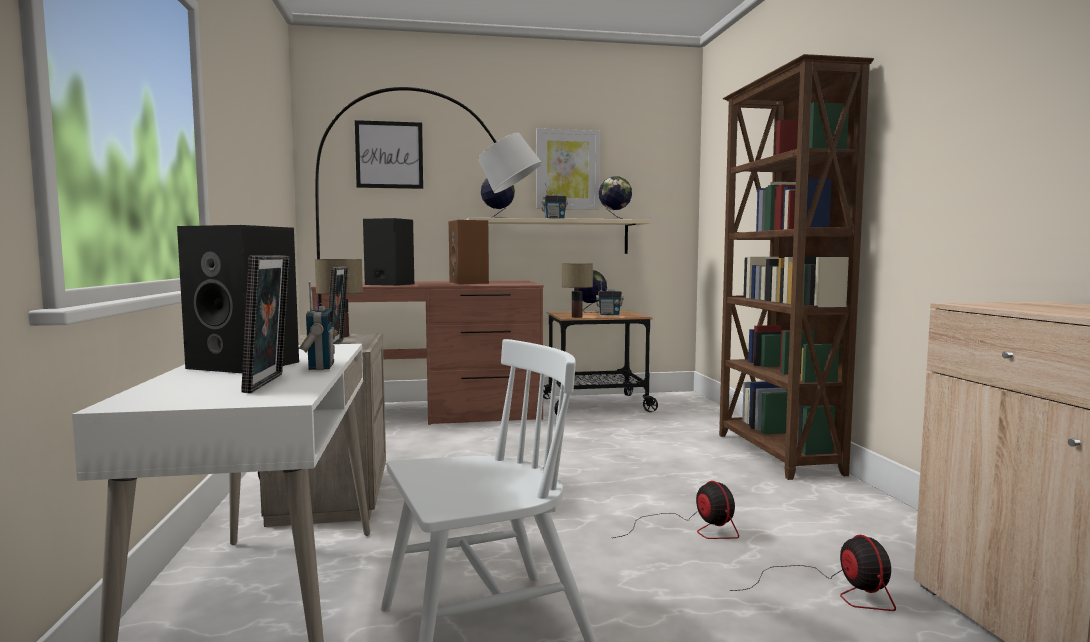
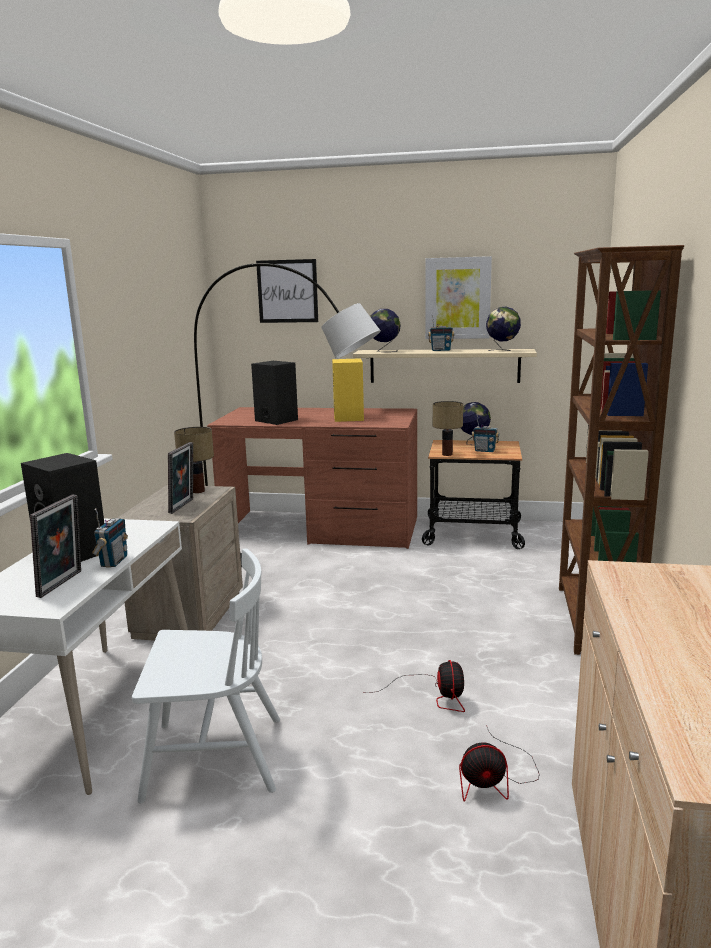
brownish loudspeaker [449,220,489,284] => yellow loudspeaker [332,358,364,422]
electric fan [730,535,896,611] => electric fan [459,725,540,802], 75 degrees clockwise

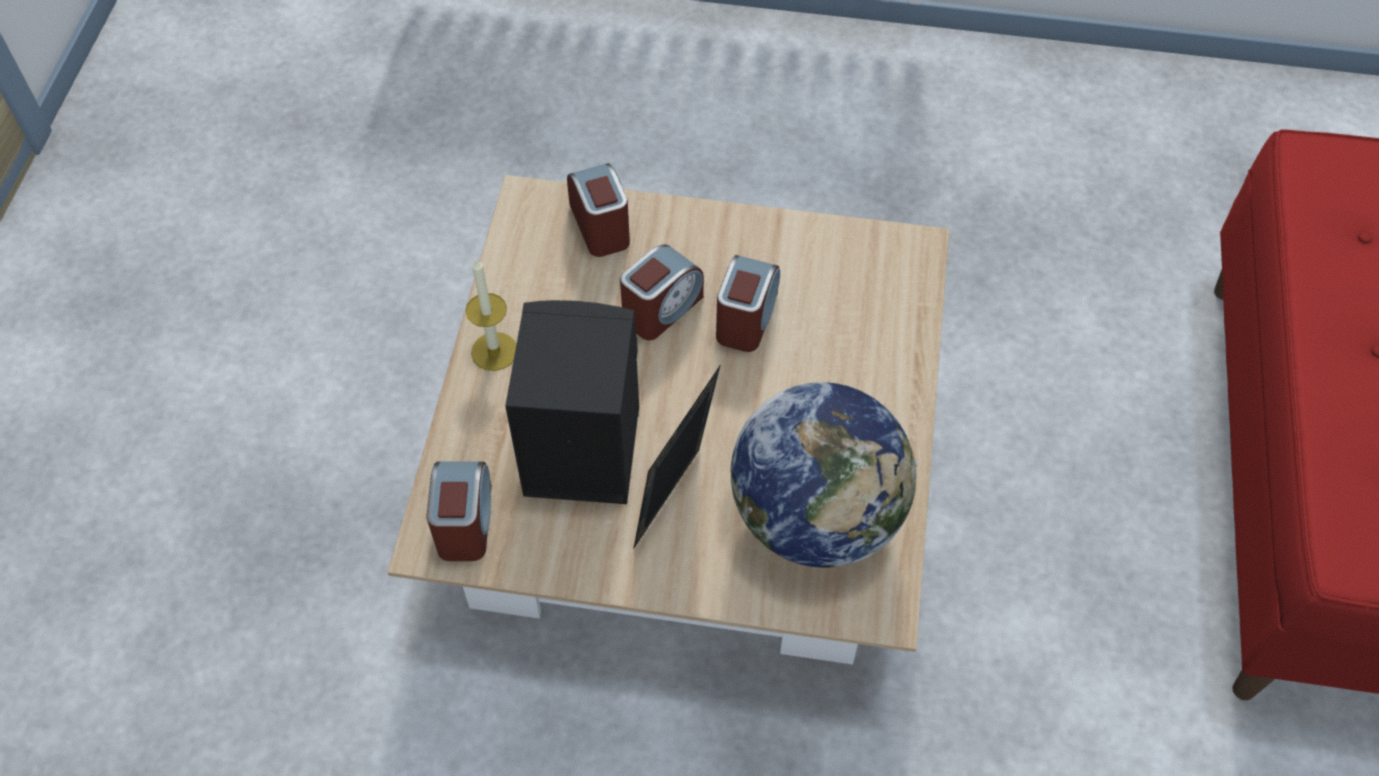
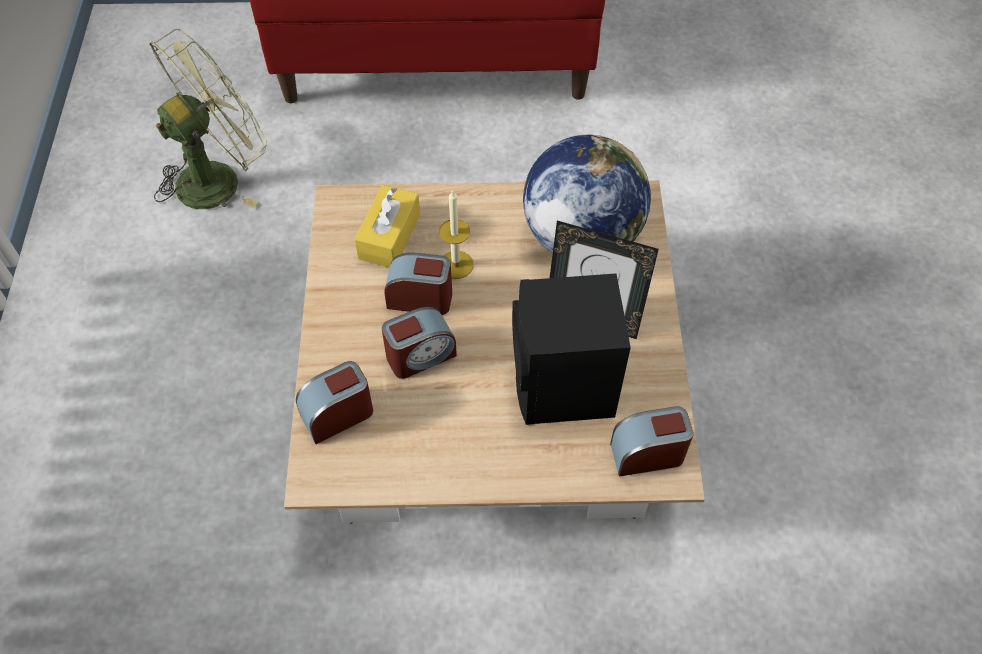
nothing => greenish electric fan [149,29,267,209]
nothing => yellow tissue holder [354,185,420,268]
bedside clock [620,244,704,340] => bedside clock [382,307,457,379], 120 degrees clockwise
candle [465,259,516,371] => candle [439,190,474,279], move

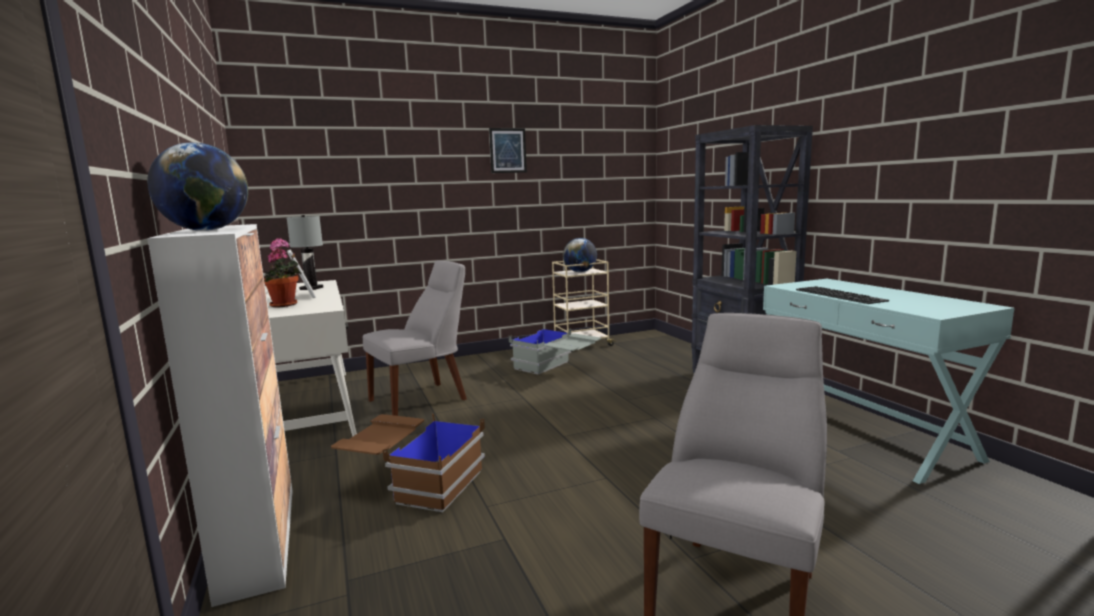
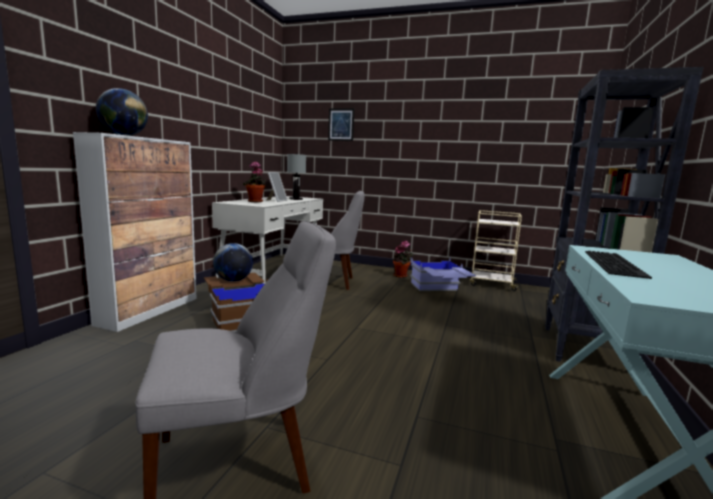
world globe [563,238,597,272] => world globe [213,243,253,282], move
wall picture [489,128,527,173] => wall picture [328,108,354,141], move
nothing => plant in a pot [393,241,414,278]
greyish storage bin [509,325,601,375] => bluish storage bin [410,257,476,291]

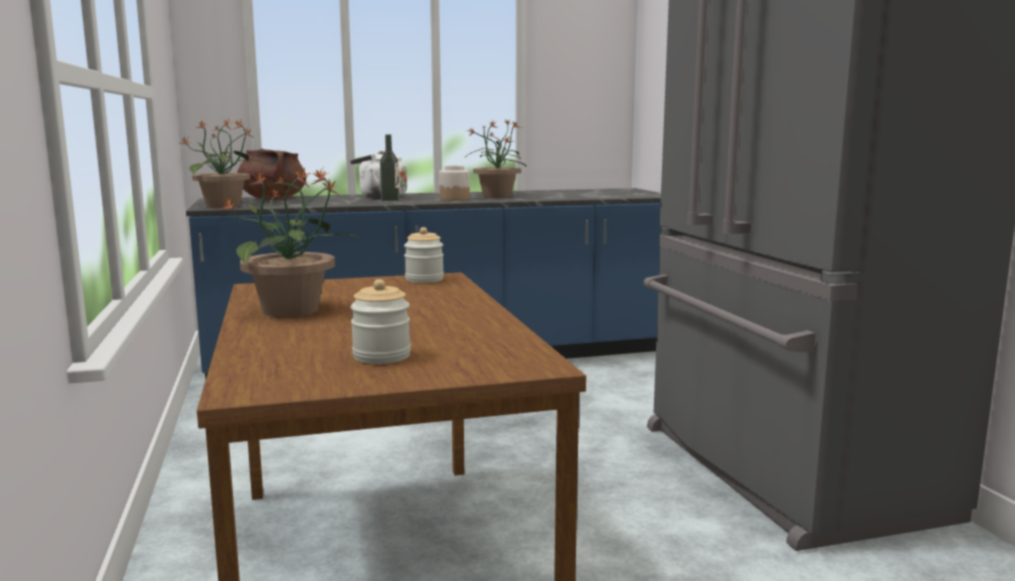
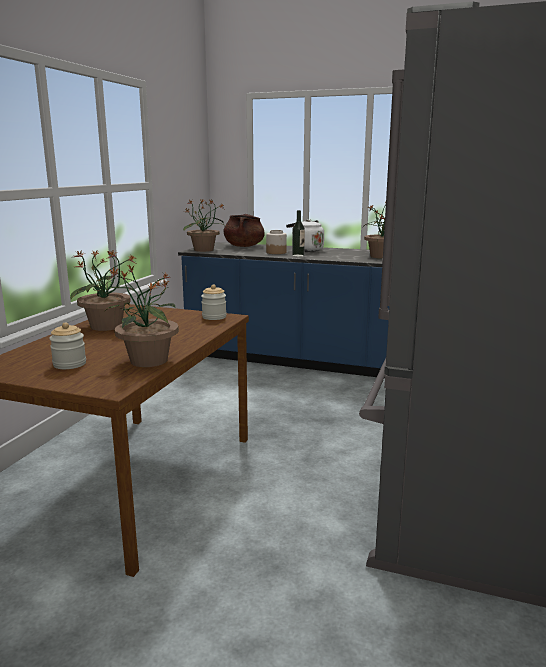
nothing => plant in a pot [104,264,179,367]
jar [439,166,470,201] => jar [266,230,287,254], move

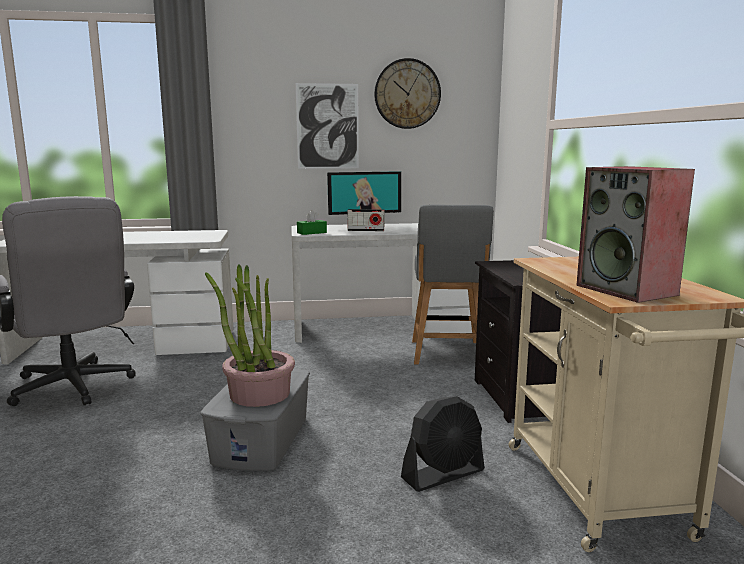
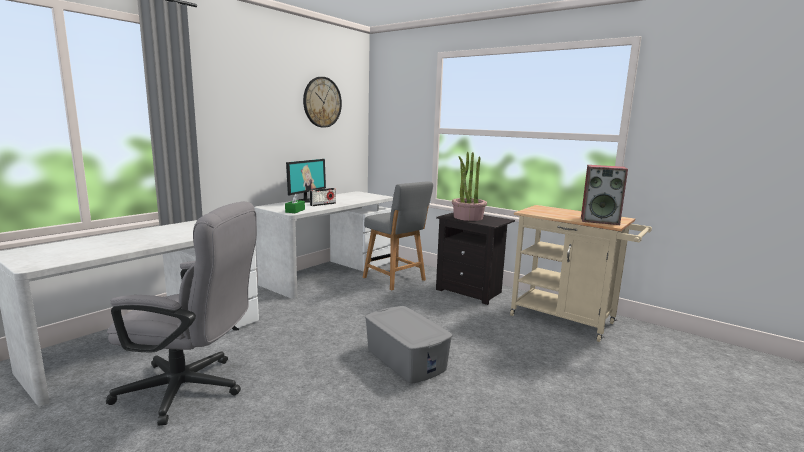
plant in a pot [205,264,295,407] => plant in a pot [452,152,487,221], move
wall picture [296,83,359,169] => nothing
black electric fan [401,396,485,492] => nothing

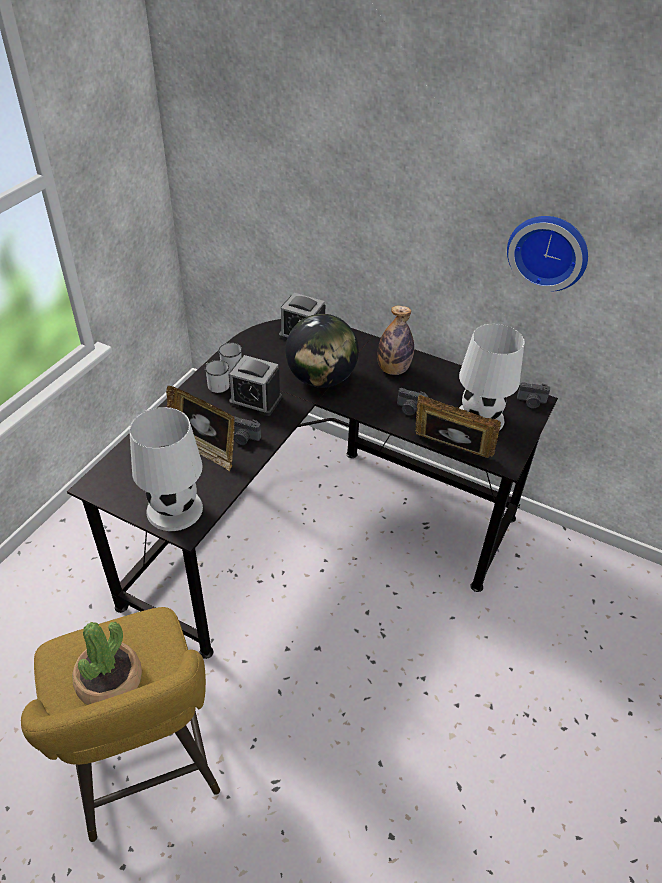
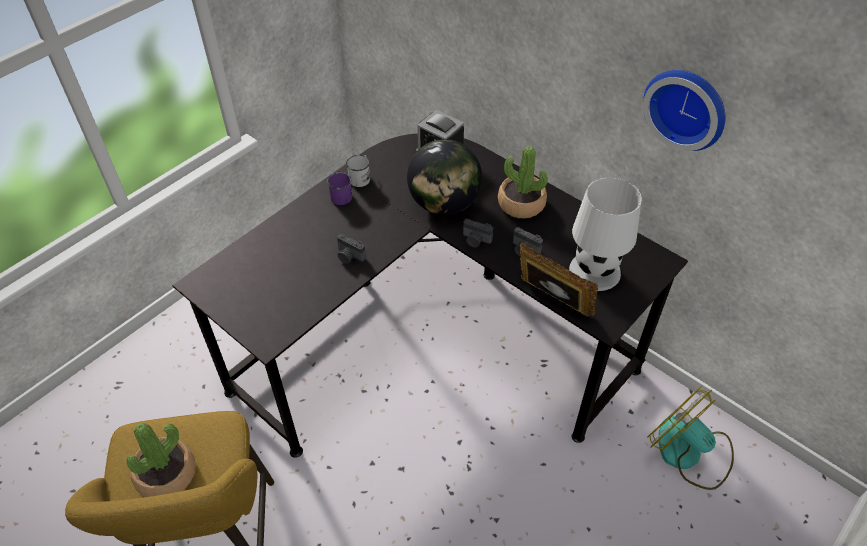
white-coloured tea mug [205,360,230,393] => purple-coloured tea mug [327,172,352,205]
photo camera [517,382,550,408] => photo camera [463,219,493,248], move
drink bottle [377,306,414,375] => plant in a pot [498,146,548,218]
nothing => electric fan [647,386,734,490]
white-coloured table lamp [129,407,203,531] => nothing
standing frame [166,386,235,471] => nothing
bedside clock [229,355,282,416] => nothing

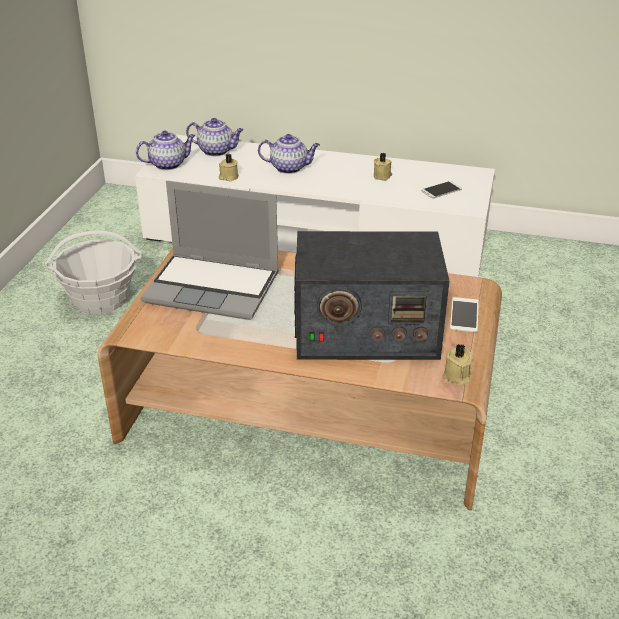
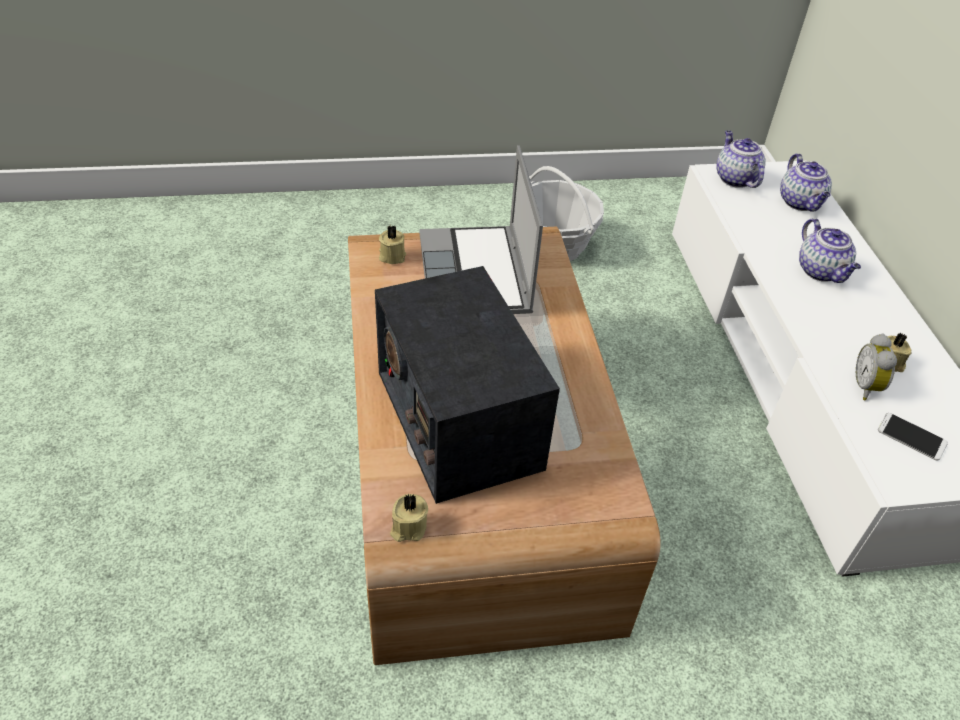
sand-coloured candle [219,154,239,182] => sand-coloured candle [379,225,406,264], move
teapot [136,131,195,170] => teapot [716,131,765,188], 150 degrees counterclockwise
nothing => bedside clock [855,334,897,401]
handset [450,297,479,332] => nothing

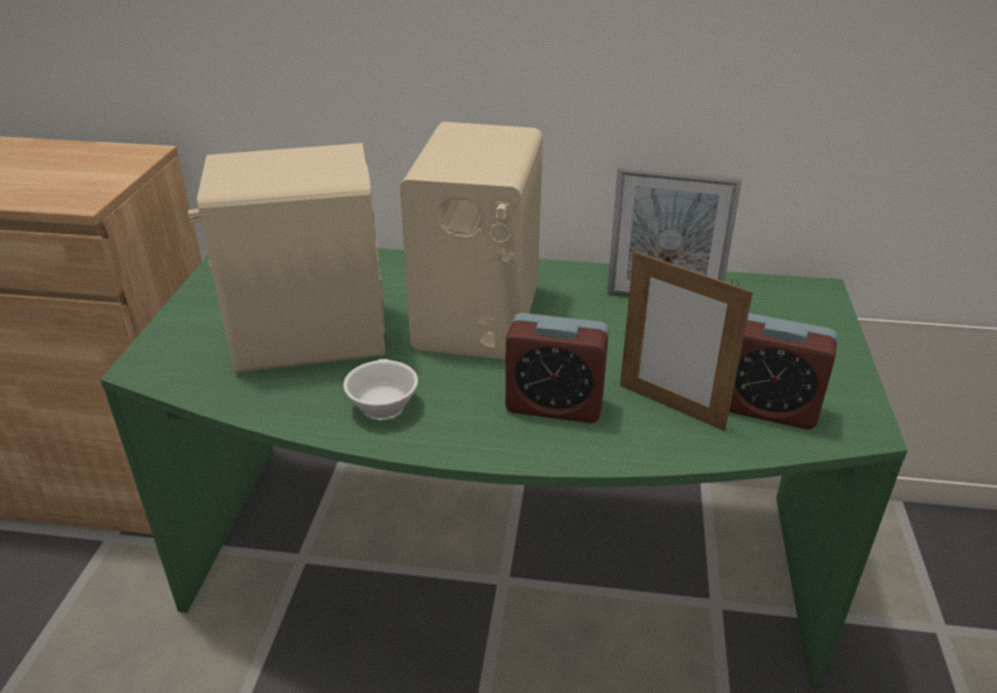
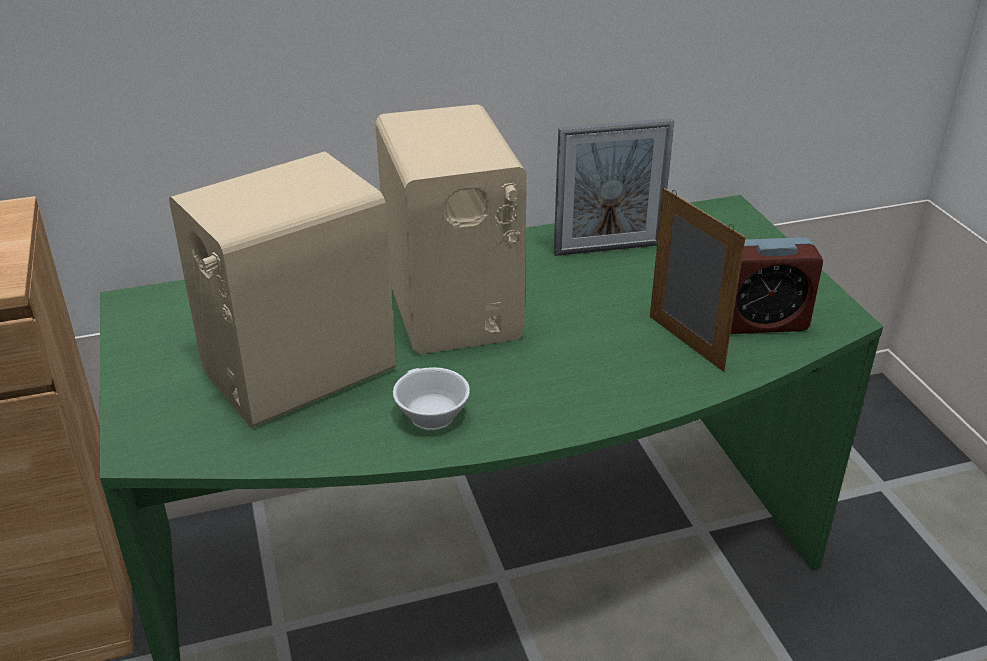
standing frame [620,251,753,431] => standing frame [650,188,746,371], 135 degrees counterclockwise
bedside clock [505,313,609,423] => nothing

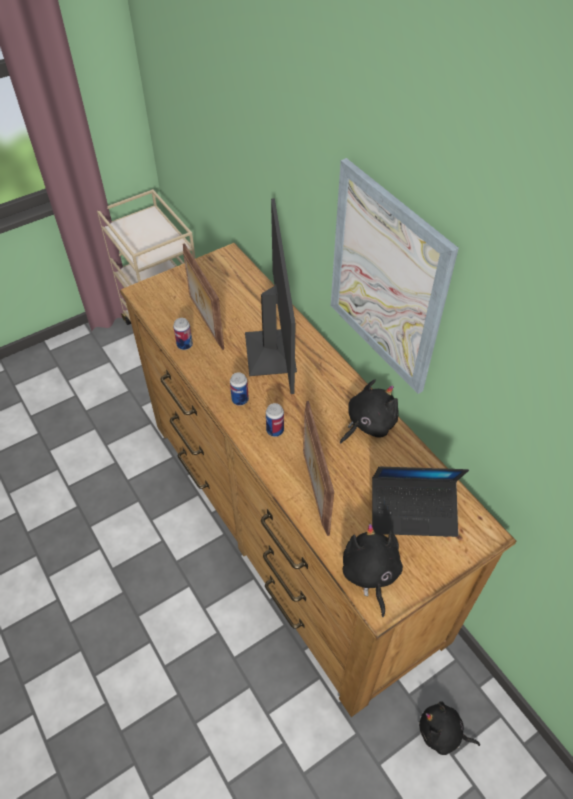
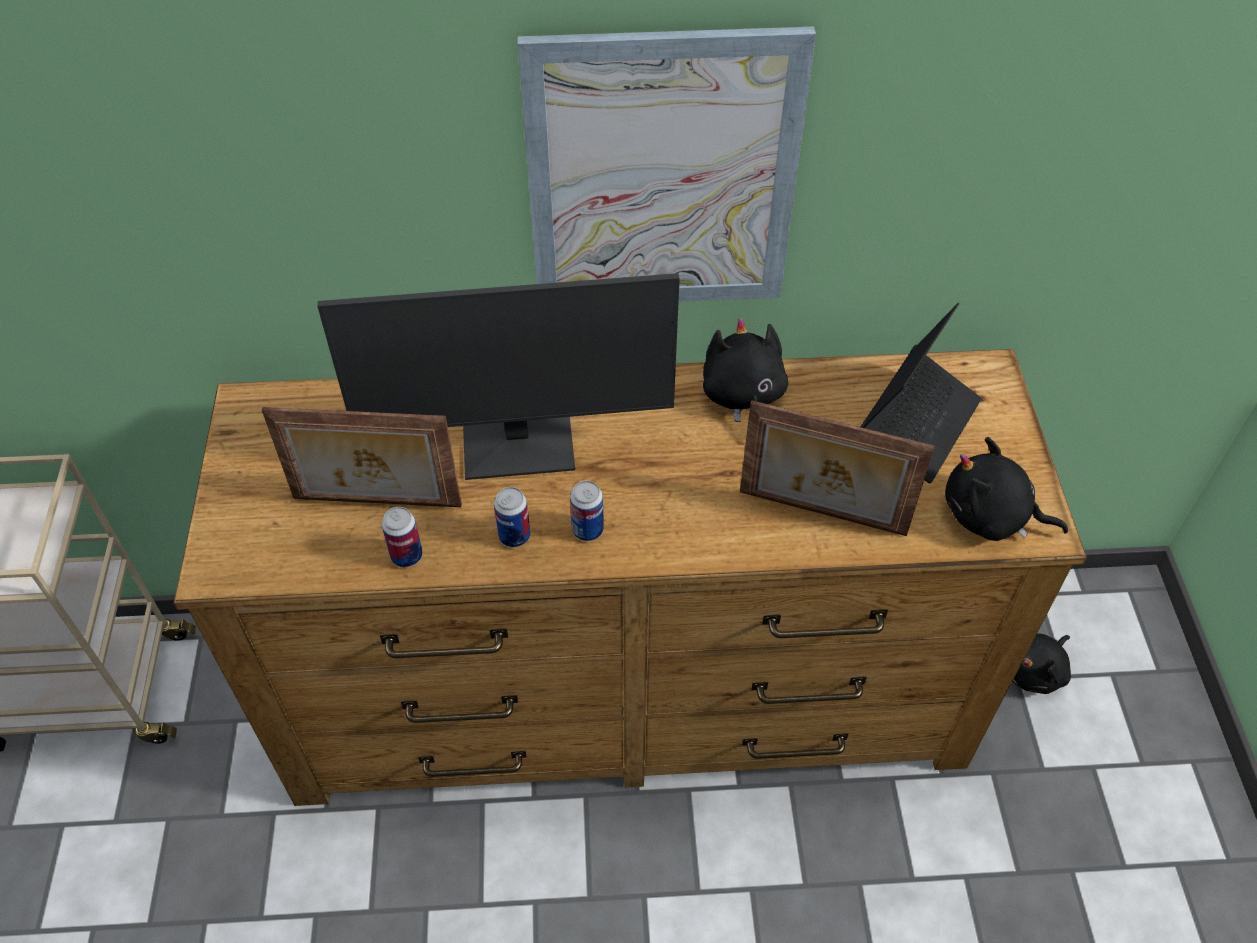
monitor [245,198,297,394] => monitor [317,273,680,480], 150 degrees clockwise
can [266,403,284,437] => can [494,487,530,547], move

